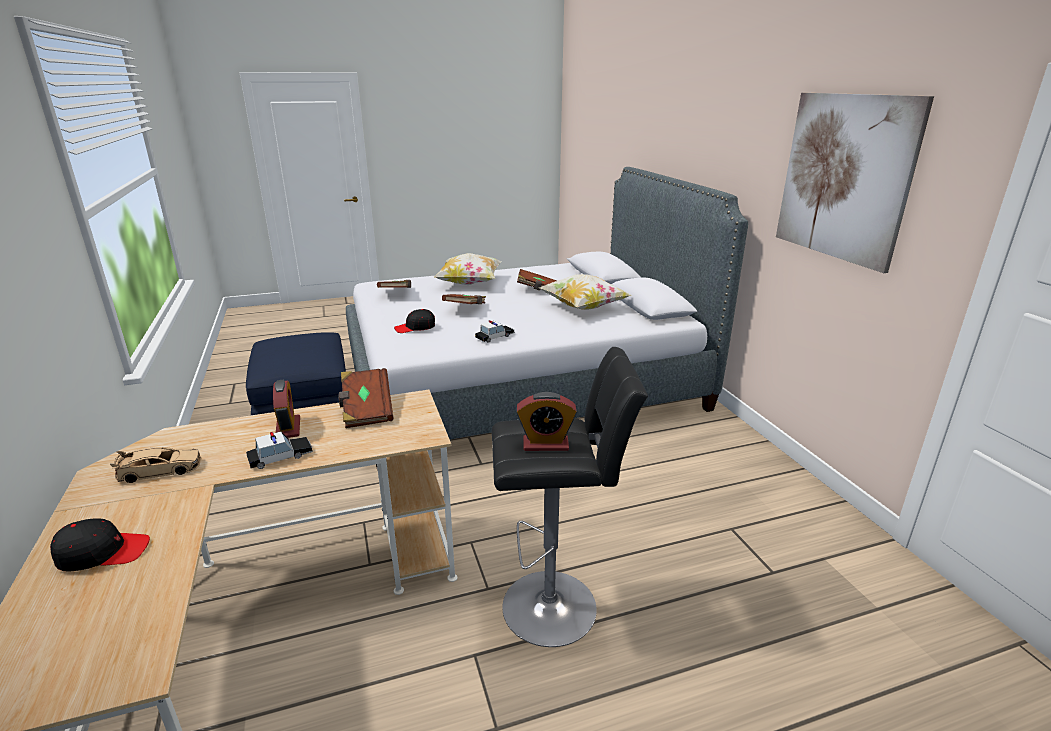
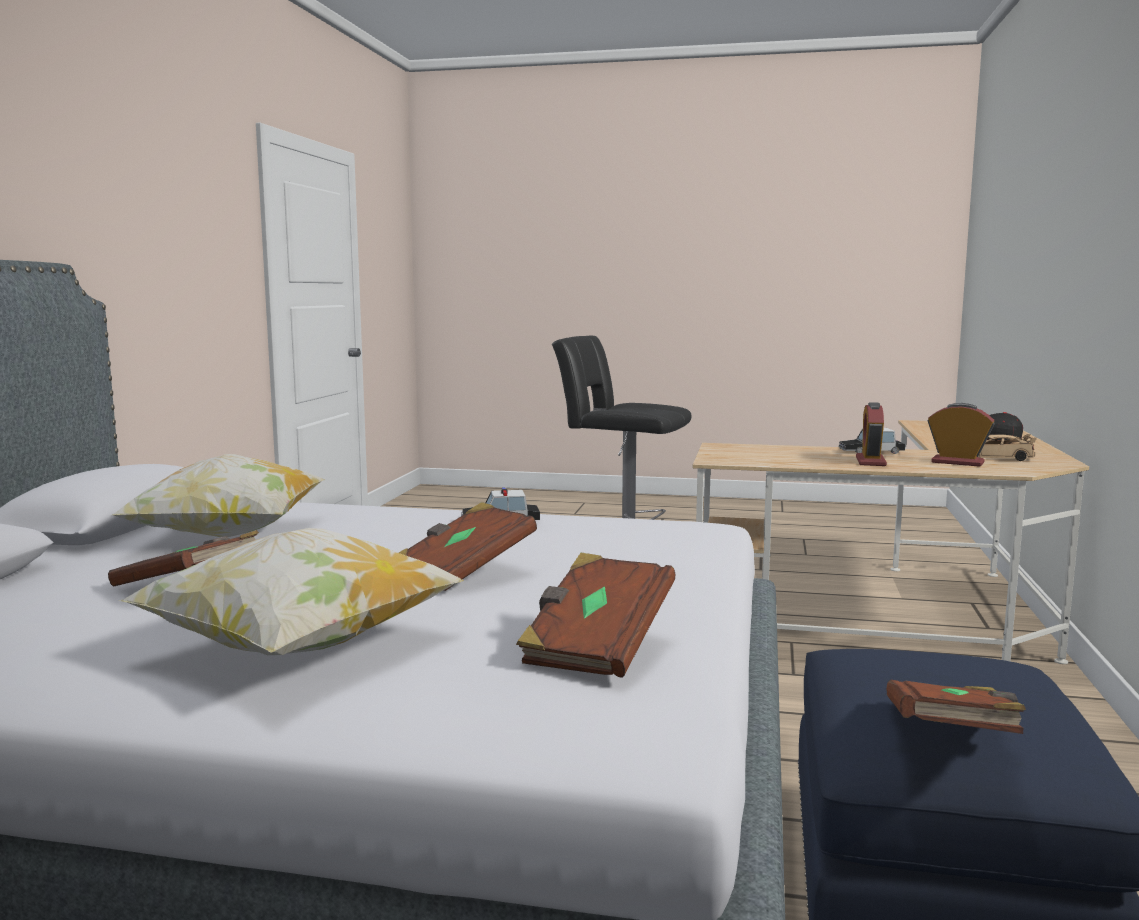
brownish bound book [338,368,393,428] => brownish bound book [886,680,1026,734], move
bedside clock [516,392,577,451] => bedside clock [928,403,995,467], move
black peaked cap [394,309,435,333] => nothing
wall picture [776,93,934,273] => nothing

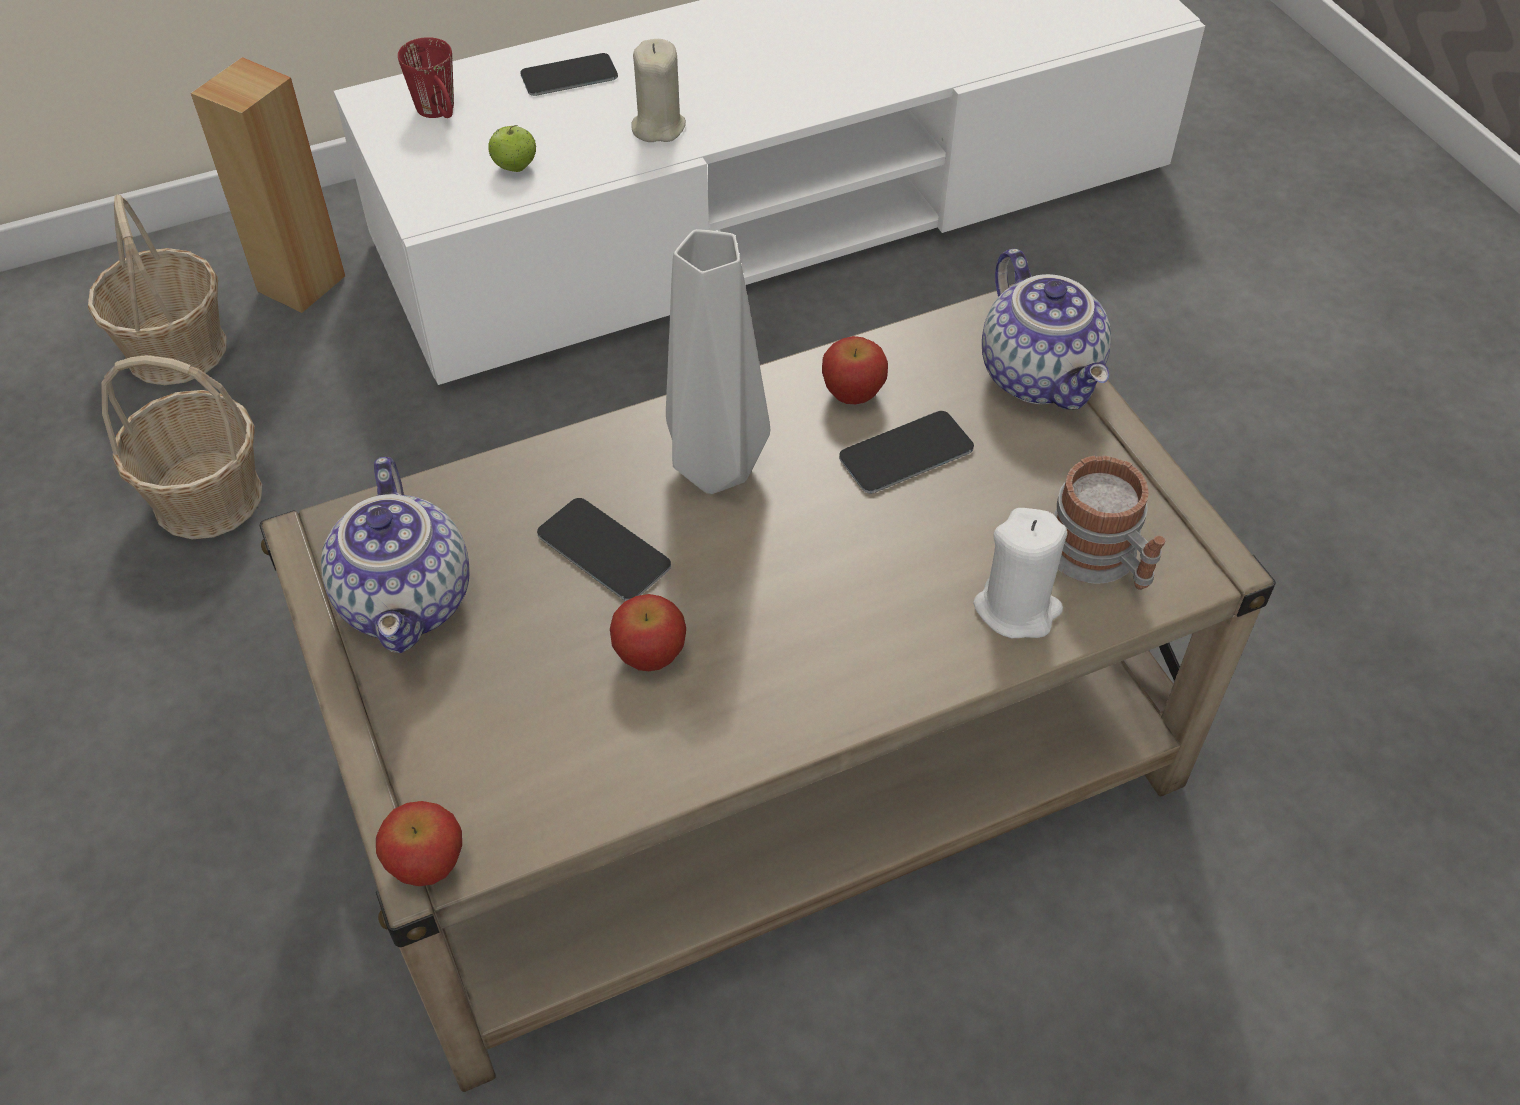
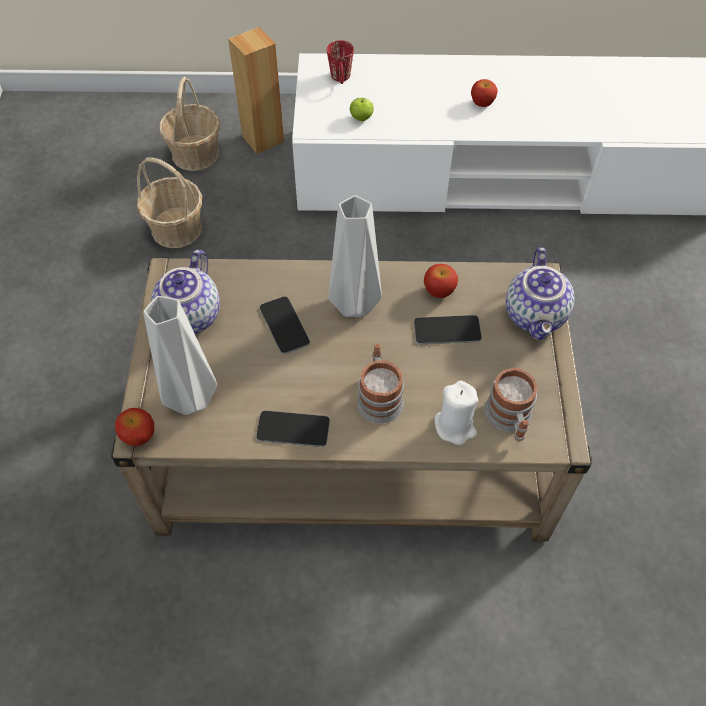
nothing => greyish flower vase [143,296,217,415]
handset [520,53,618,96] => handset [256,411,330,447], move
nothing => tea mug [357,343,404,424]
apple [610,594,686,671] => apple [471,79,498,107], move
sand-coloured candle [631,39,686,142] => nothing

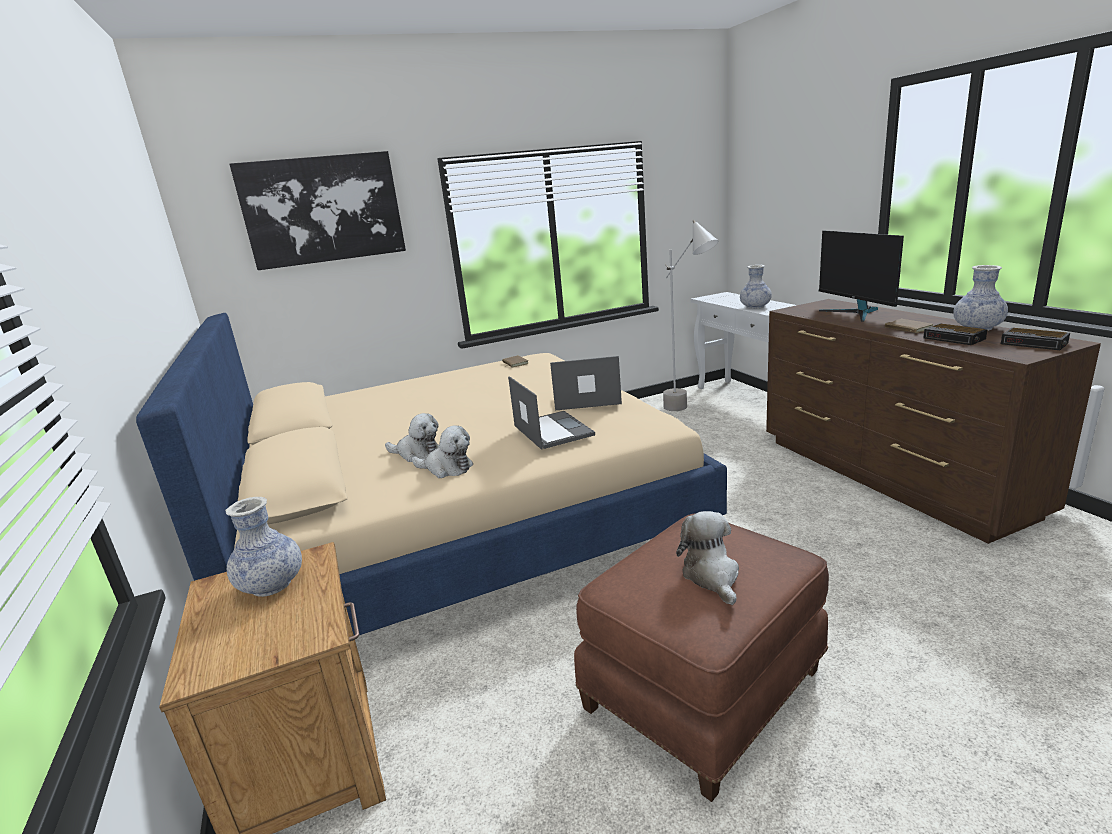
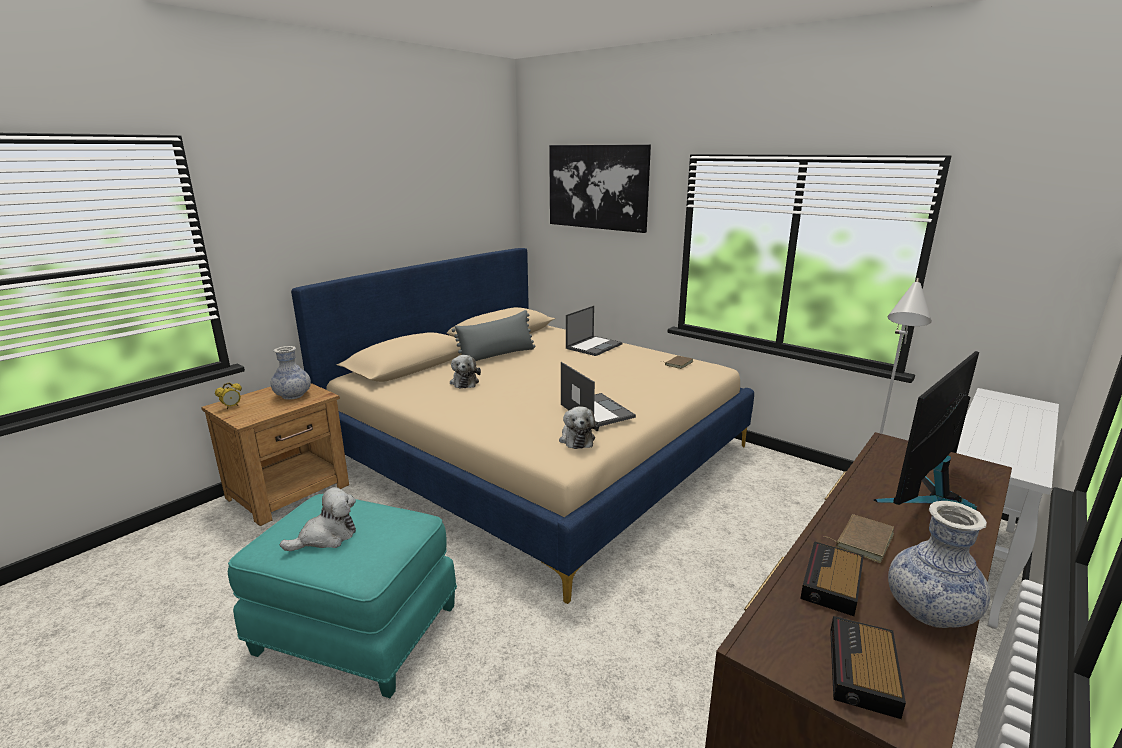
nothing => bedside clock [215,383,242,409]
brownish footrest [574,514,829,802] => turquoise-coloured footrest [228,494,457,698]
nothing => greyish pillow [452,310,535,361]
cuddly toy [412,425,473,478] => cuddly toy [559,406,599,449], move
portable computer [508,376,595,450] => portable computer [566,306,622,356], move
flower vase [740,265,772,309] => nothing

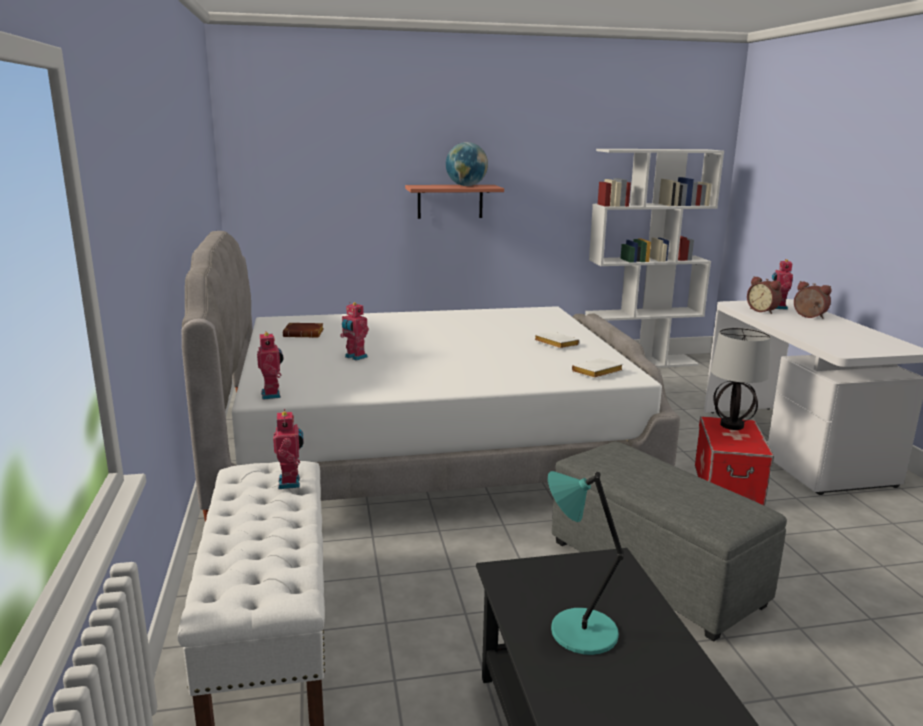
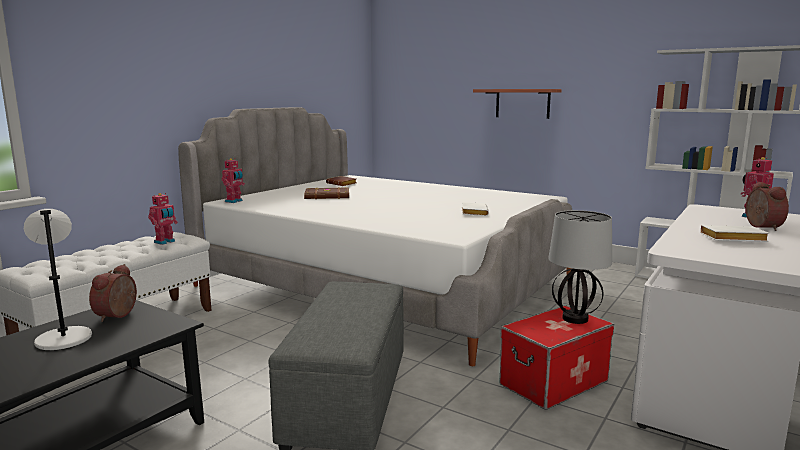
turquoise-coloured table lamp [548,471,624,655] => white-coloured table lamp [24,209,92,350]
bedside clock [747,276,782,314] => bedside clock [89,264,137,322], move
toy robot [340,302,369,361] => brownish bound book [304,187,349,199]
white-coloured bound book [572,358,623,379] => white-coloured bound book [701,225,769,242], move
world globe [446,142,488,186] => nothing

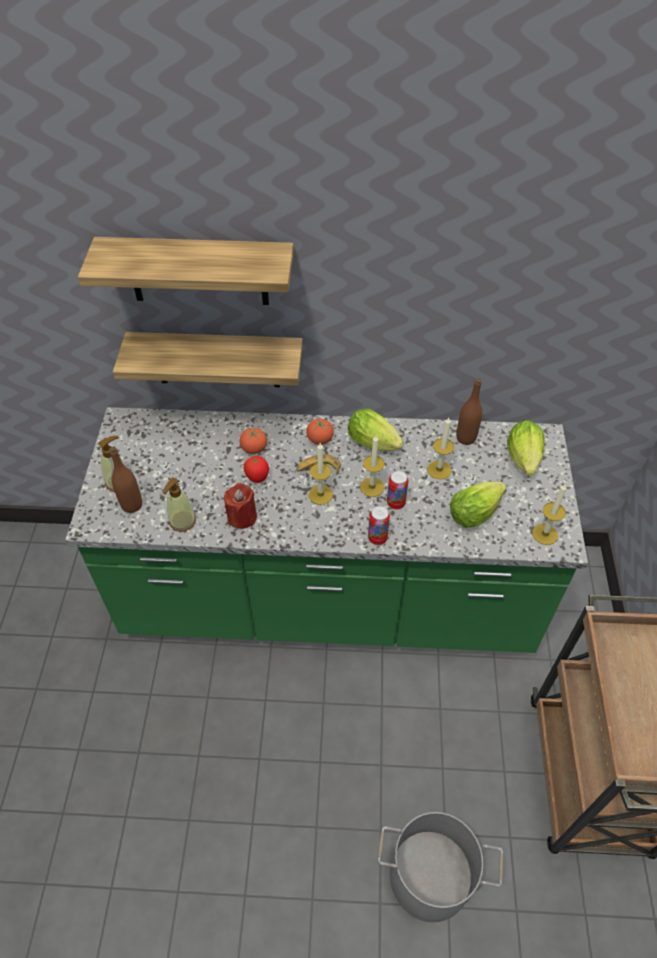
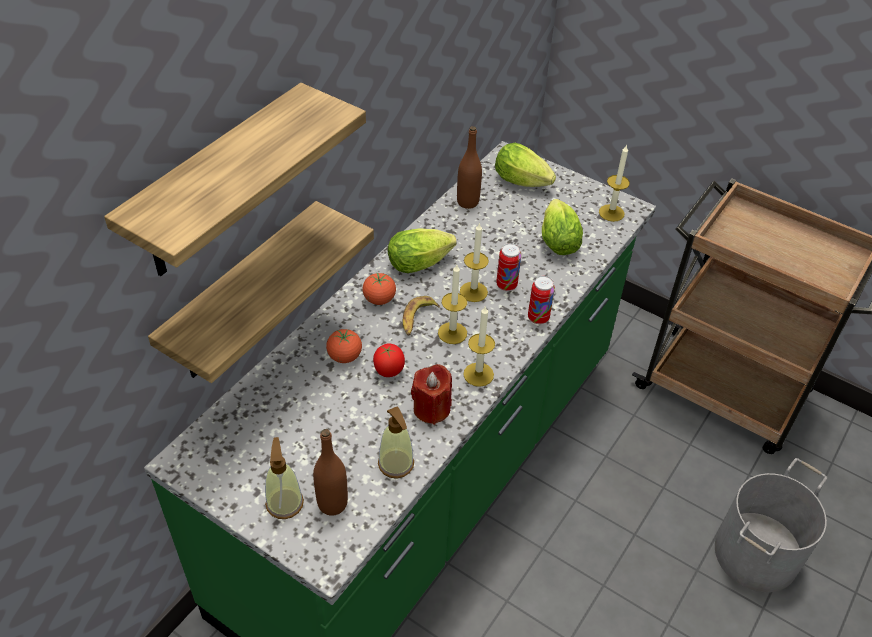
candle [427,418,454,479] => candle [463,305,495,387], move

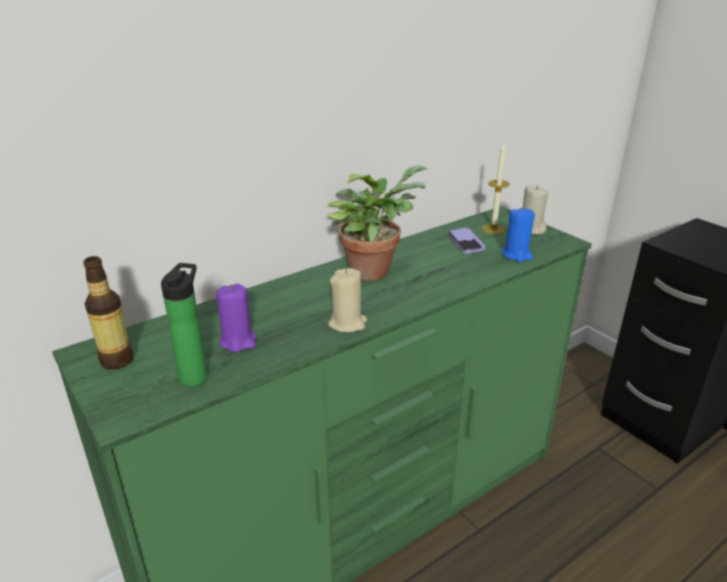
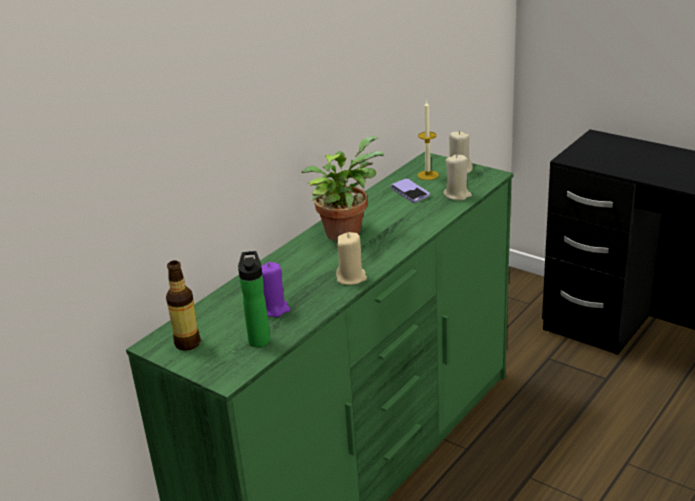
bluish candle [502,207,535,262] => sand-coloured candle [443,155,472,201]

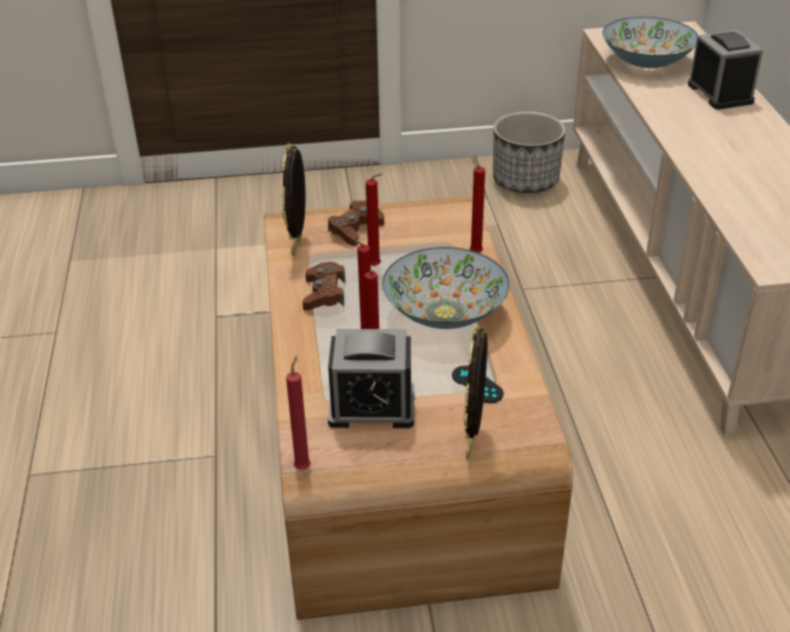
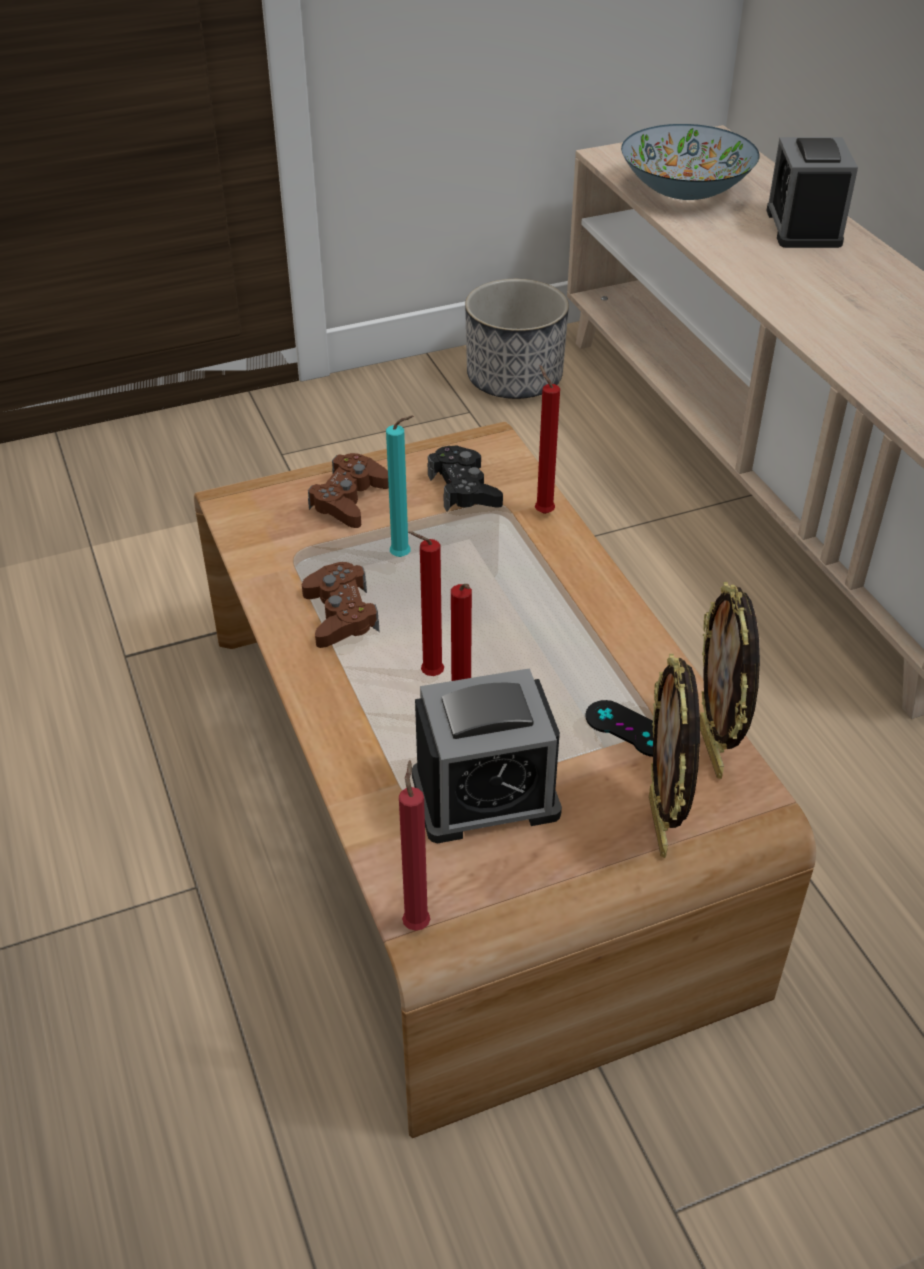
red-coloured candle [366,174,382,266] => turquoise-coloured candle [386,416,414,557]
nothing => black game controller [428,445,503,512]
standing frame [282,143,305,256] => standing frame [700,582,760,779], move
bedside clock [688,30,763,109] => bedside clock [766,137,858,248], 150 degrees counterclockwise
deep dish [382,247,509,329] => nothing

